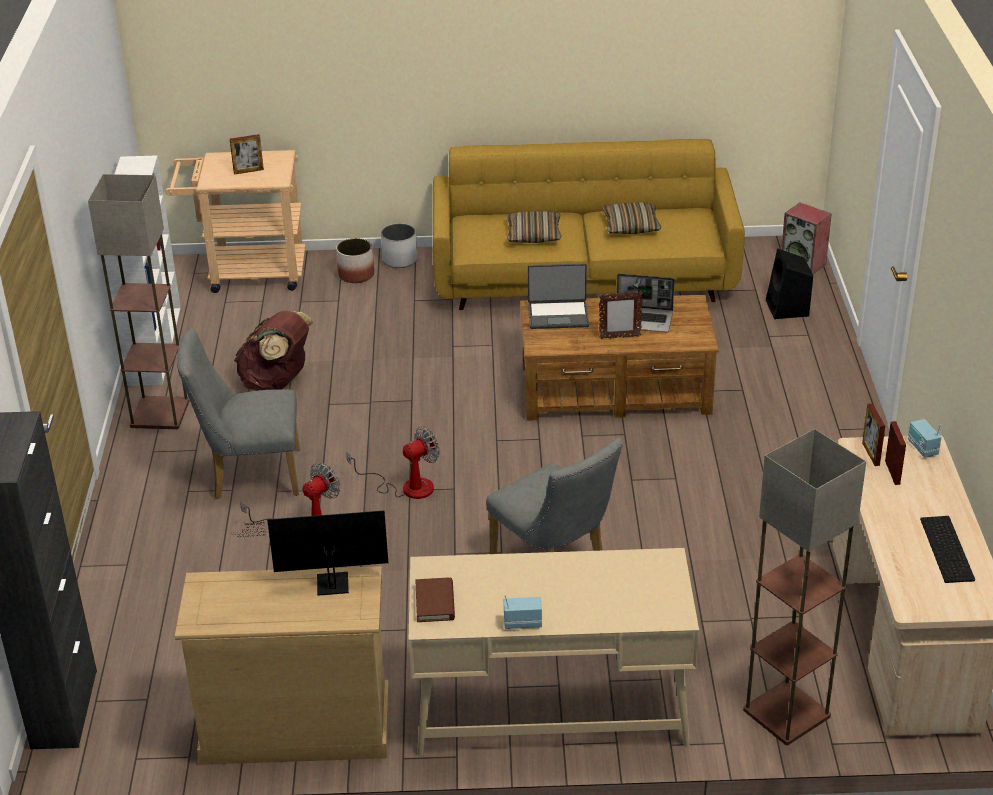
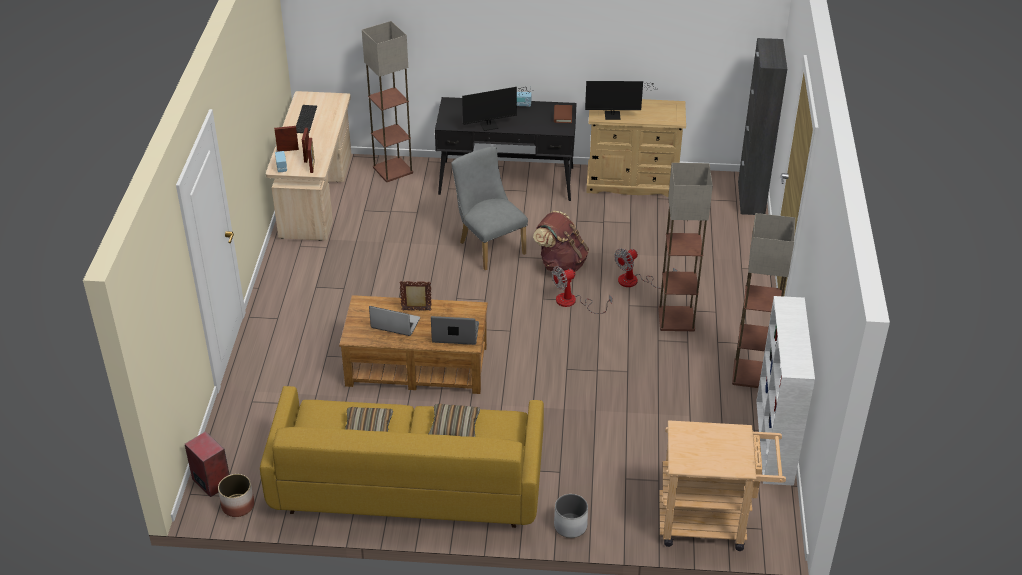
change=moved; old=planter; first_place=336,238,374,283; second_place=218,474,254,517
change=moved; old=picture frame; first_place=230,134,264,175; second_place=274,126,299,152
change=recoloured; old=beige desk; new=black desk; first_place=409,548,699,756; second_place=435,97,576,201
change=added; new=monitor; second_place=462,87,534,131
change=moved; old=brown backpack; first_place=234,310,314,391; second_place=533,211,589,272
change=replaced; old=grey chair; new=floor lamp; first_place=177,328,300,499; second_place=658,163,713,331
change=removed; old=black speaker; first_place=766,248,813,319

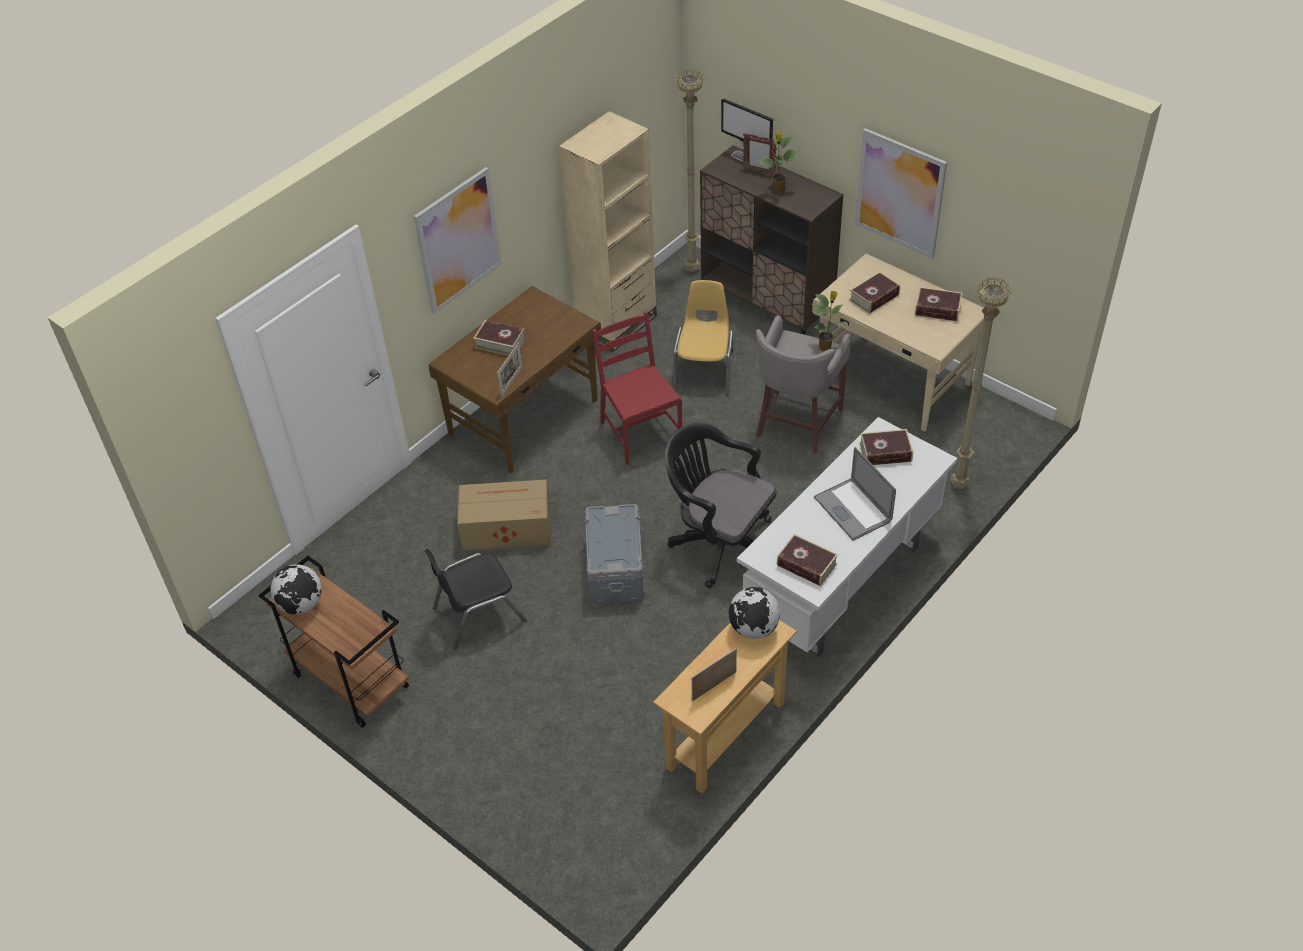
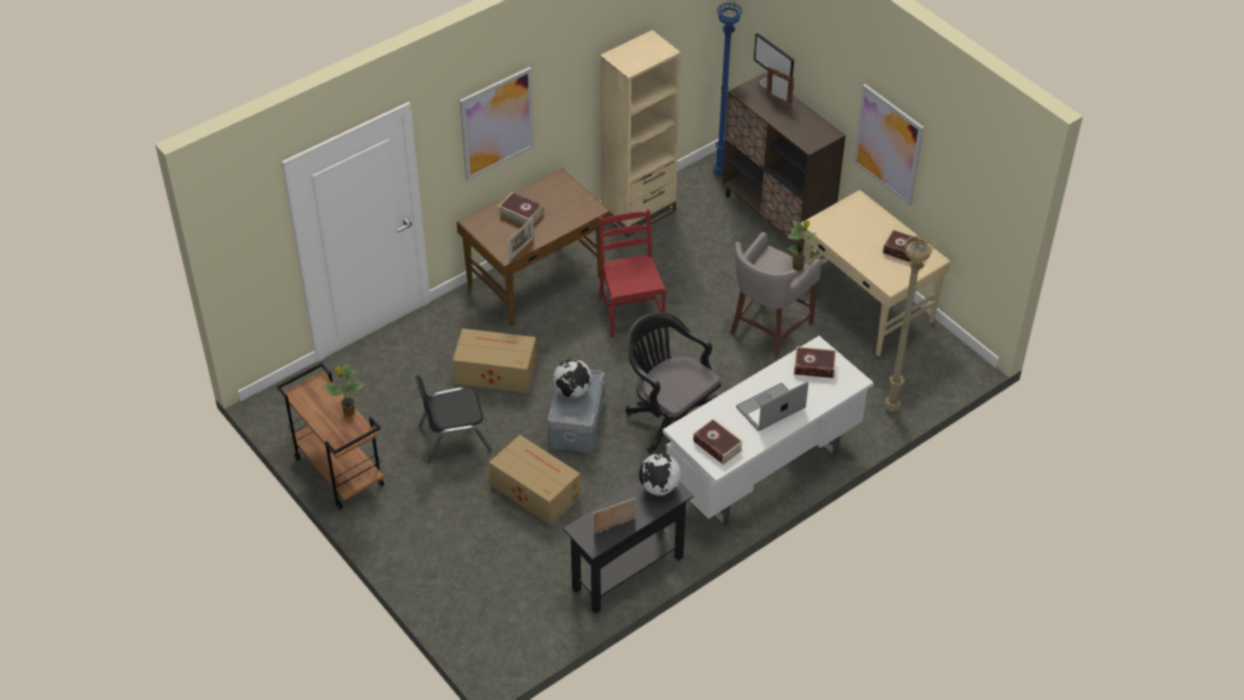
change=moved; old=potted plant; first_place=757,132,801,193; second_place=322,364,364,416
change=added; new=cardboard box; second_place=489,435,581,525
change=moved; old=globe; first_place=270,564,322,615; second_place=553,359,592,398
change=recoloured; old=beige console table; new=black console table; first_place=653,620,797,794; second_place=563,481,694,614
change=recoloured; old=beige floor lamp; new=blue floor lamp; first_place=675,69,704,272; second_place=713,2,742,176
change=turned; old=laptop; first_place=814,447,896,541; second_place=736,381,809,432; degrees=75
change=removed; old=yellow chair; first_place=673,280,733,396
change=removed; old=book; first_place=849,271,900,314

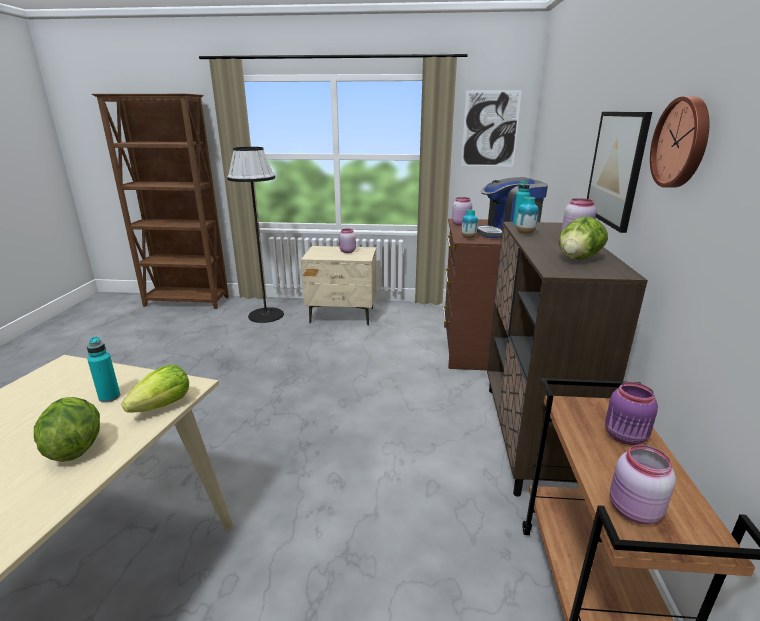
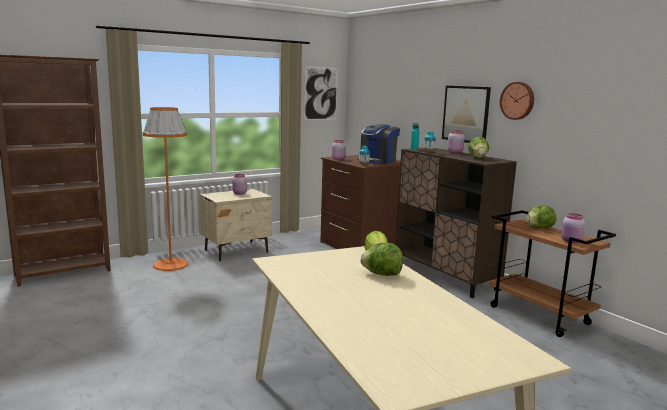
change=recoloured; old=black floor lamp; new=orange floor lamp; first_place=227,147,284,323; second_place=143,107,188,271
change=replaced; old=purple jar; new=lettuce; first_place=605,382,658,445; second_place=525,205,557,228
change=removed; old=turquoise bottle; first_place=87,337,120,403

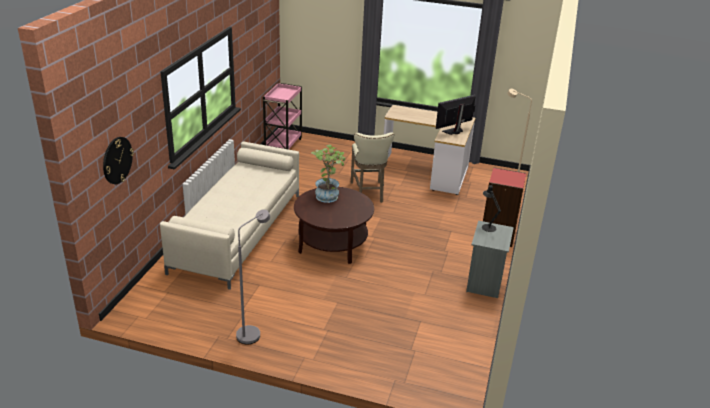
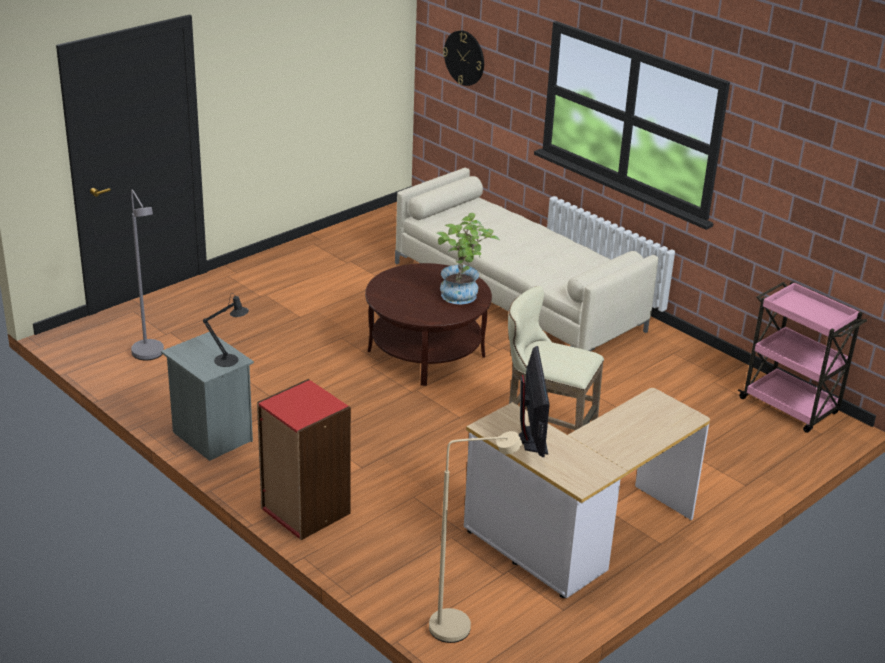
change=moved; old=grey floor lamp; first_place=236,209,270,344; second_place=131,190,164,360

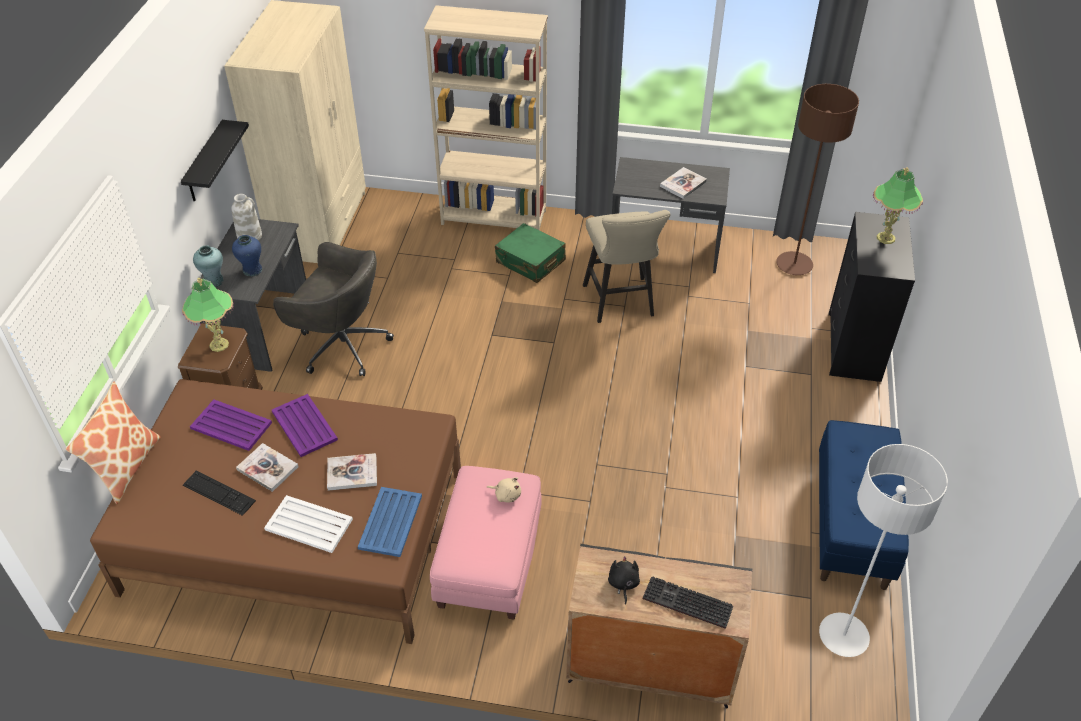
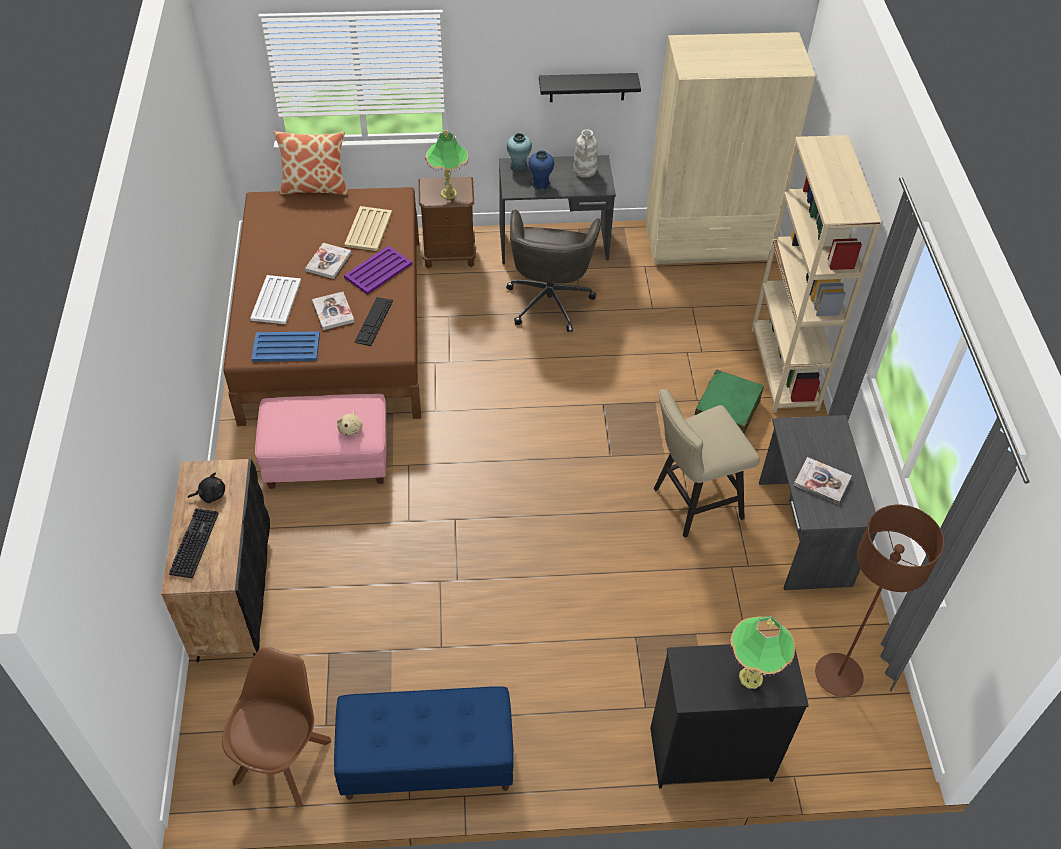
change=replaced; old=white floor lamp; new=brown chair; first_place=819,444,948,657; second_place=222,647,331,808
change=recoloured; old=purple tray; new=beige tray; first_place=190,399,272,451; second_place=344,206,392,251
change=moved; old=keyboard; first_place=183,471,256,516; second_place=354,297,393,346

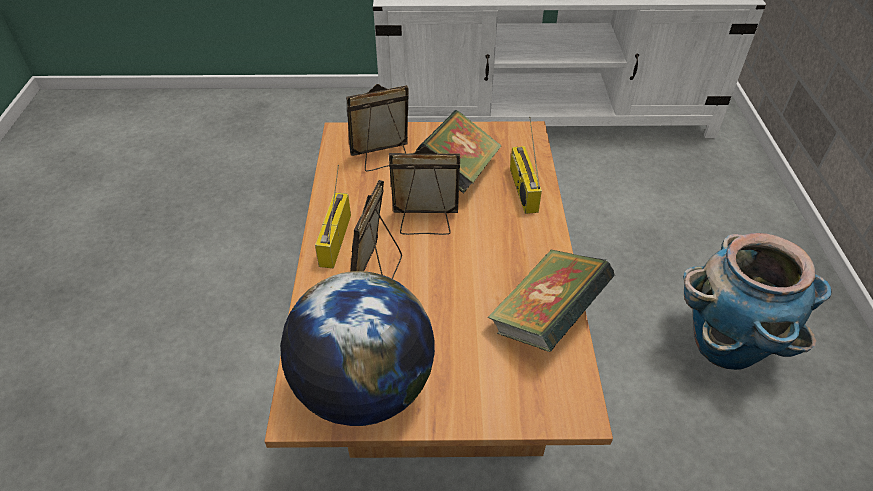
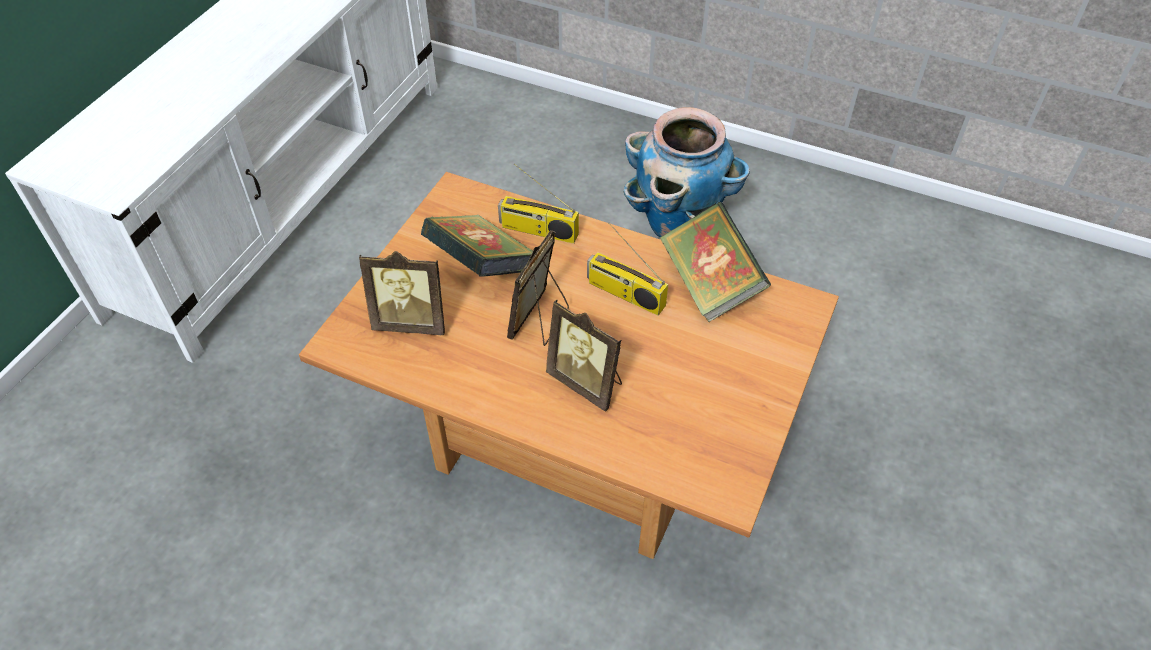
change=turned; old=picture frame; first_place=346,84,409,171; second_place=359,251,445,335; degrees=-90
change=moved; old=radio; first_place=315,165,351,268; second_place=587,223,668,316
change=removed; old=globe; first_place=280,271,435,426

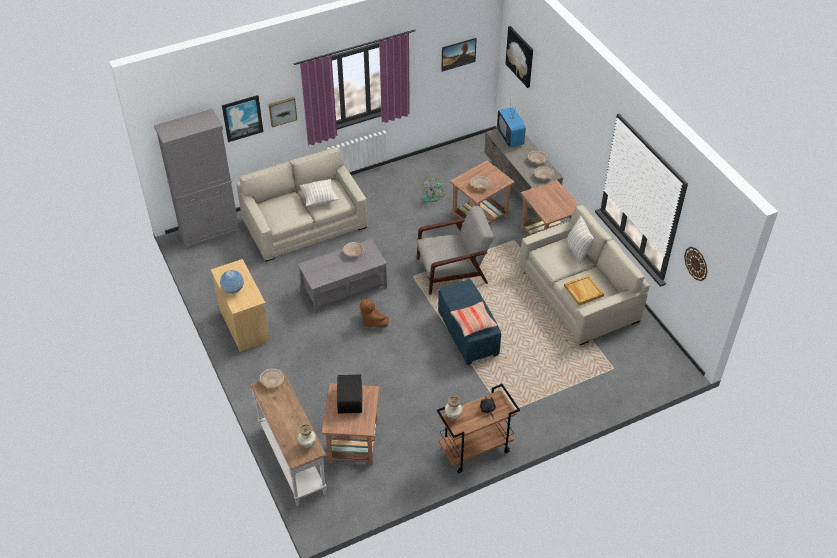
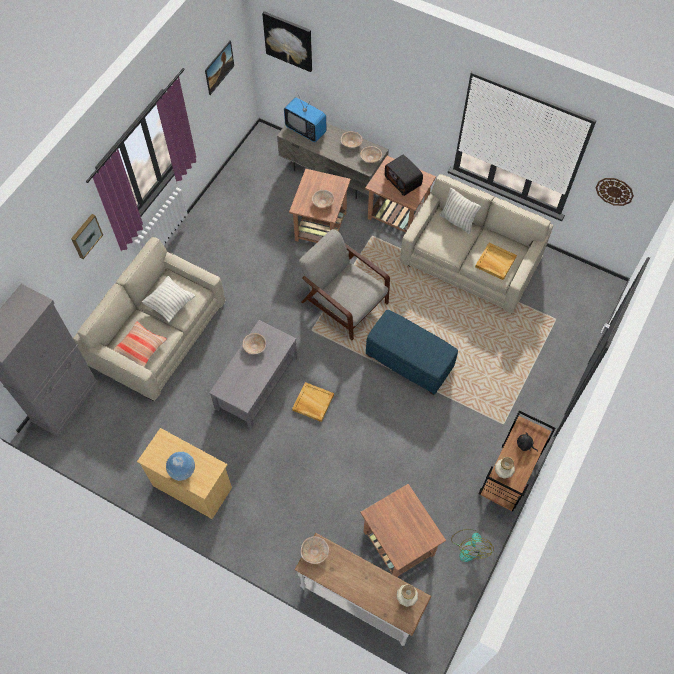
change=moved; old=pillow; first_place=450,301,498,337; second_place=113,321,167,367
change=replaced; old=brown plush toy; new=beige tray; first_place=360,298,389,327; second_place=292,382,334,422
change=turned; old=grey armchair; first_place=417,206,494,295; second_place=299,229,390,341; degrees=-90
change=moved; old=radio; first_place=337,375,362,414; second_place=385,155,423,196
change=moved; old=fan; first_place=422,176,445,202; second_place=451,529,494,562
change=removed; old=picture; first_place=222,95,263,142

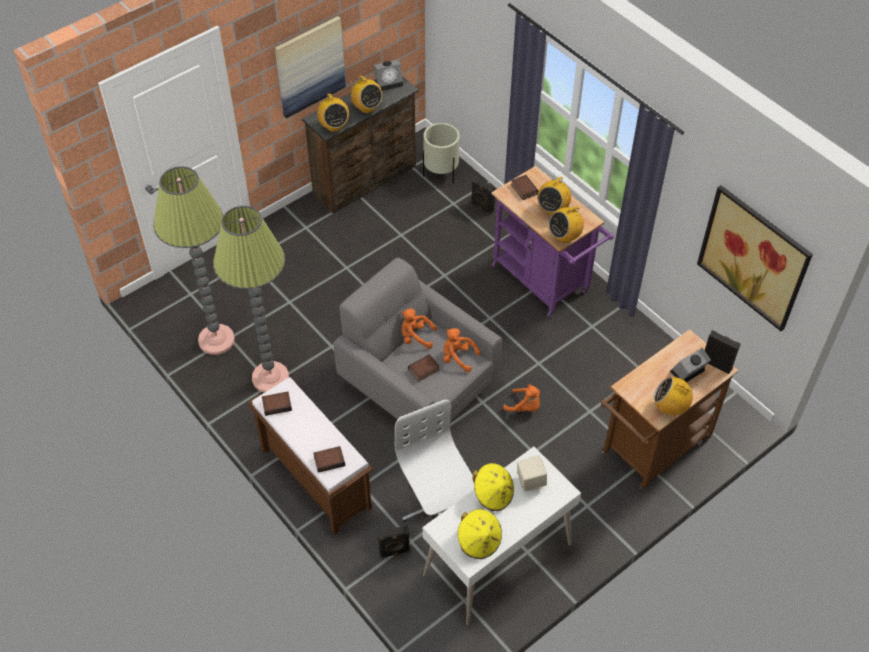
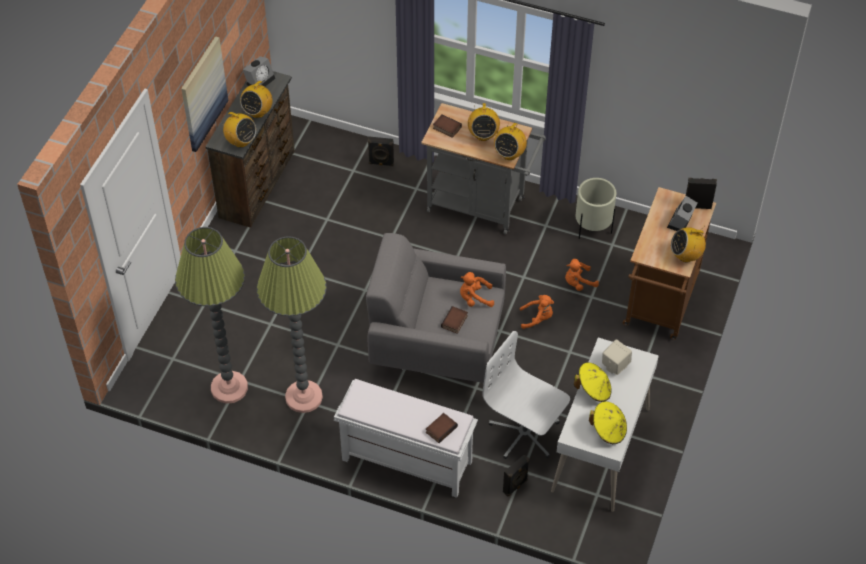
change=turned; old=radio; first_place=350,76,382,113; second_place=240,81,272,118; degrees=90
change=recoloured; old=brown bench; new=white bench; first_place=248,377,373,535; second_place=334,379,478,498
change=recoloured; old=purple cart; new=grey cart; first_place=491,166,614,318; second_place=421,103,546,234
change=moved; old=orange plush toy; first_place=401,308,437,349; second_place=565,259,599,291
change=moved; old=beige planter; first_place=423,123,460,184; second_place=576,178,616,239
change=removed; old=book; first_place=262,392,292,416
change=removed; old=picture; first_place=697,185,813,331

